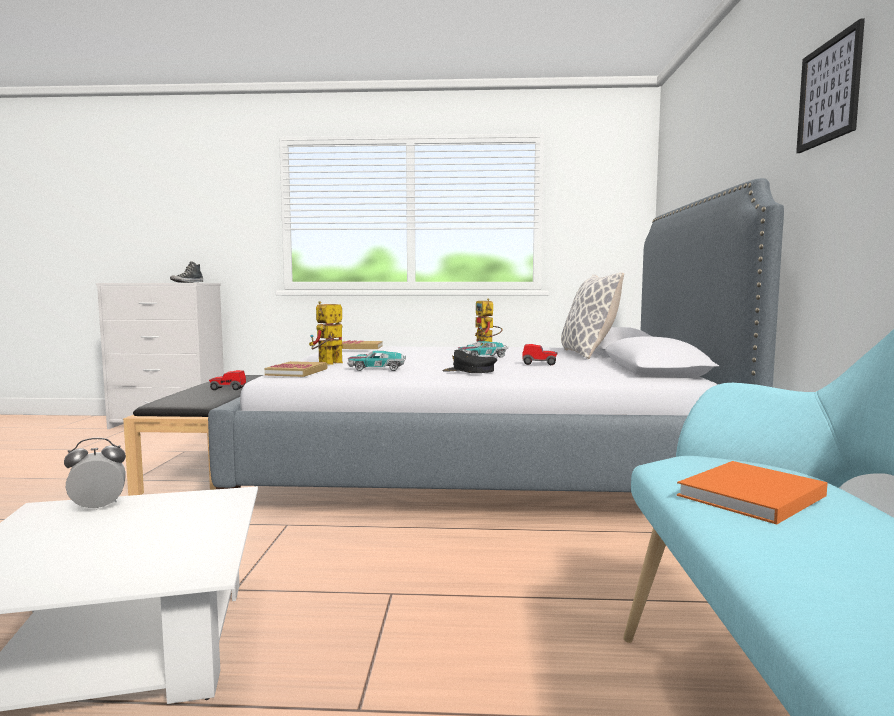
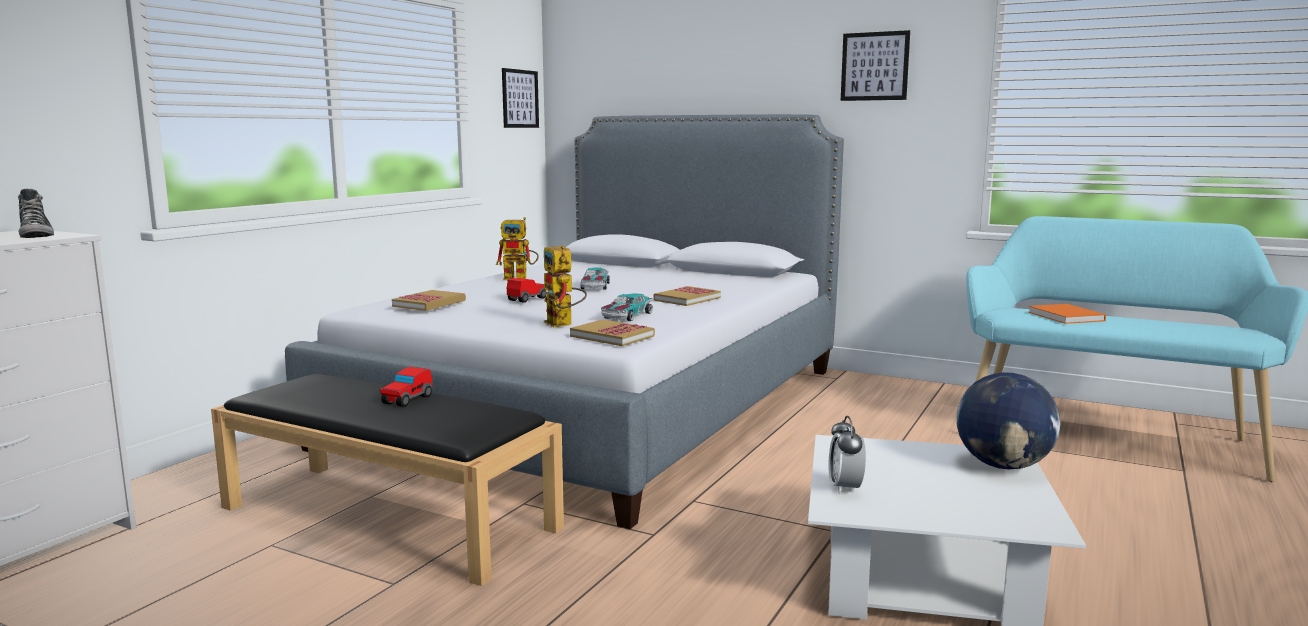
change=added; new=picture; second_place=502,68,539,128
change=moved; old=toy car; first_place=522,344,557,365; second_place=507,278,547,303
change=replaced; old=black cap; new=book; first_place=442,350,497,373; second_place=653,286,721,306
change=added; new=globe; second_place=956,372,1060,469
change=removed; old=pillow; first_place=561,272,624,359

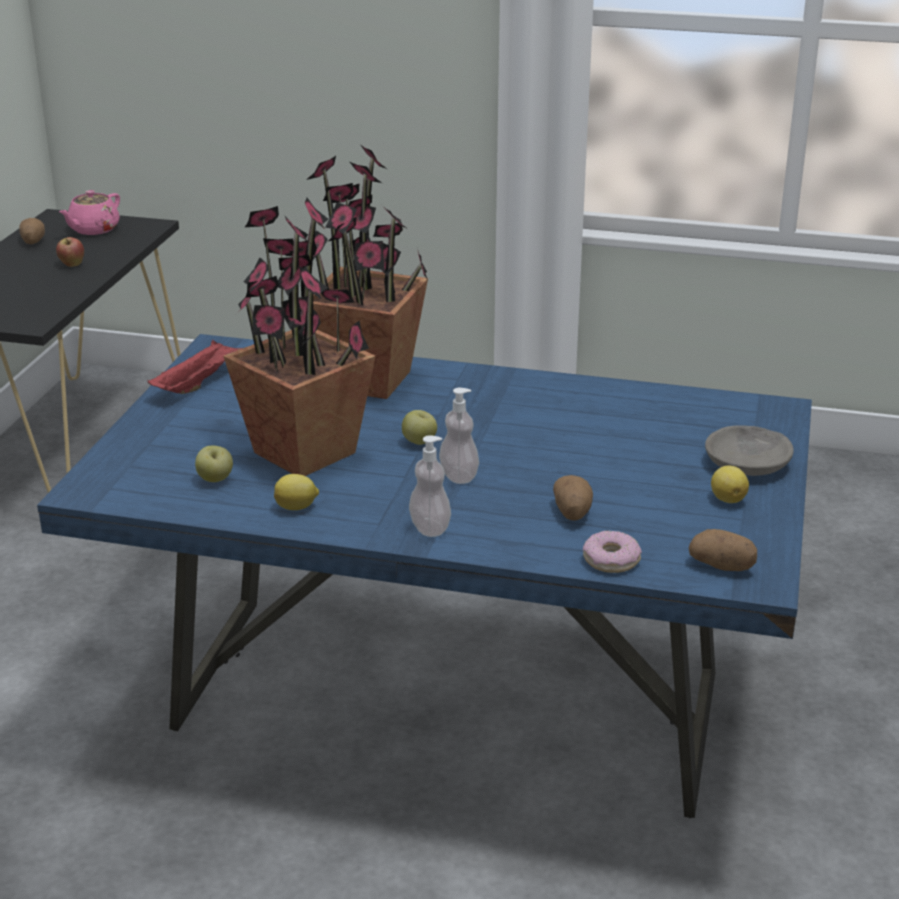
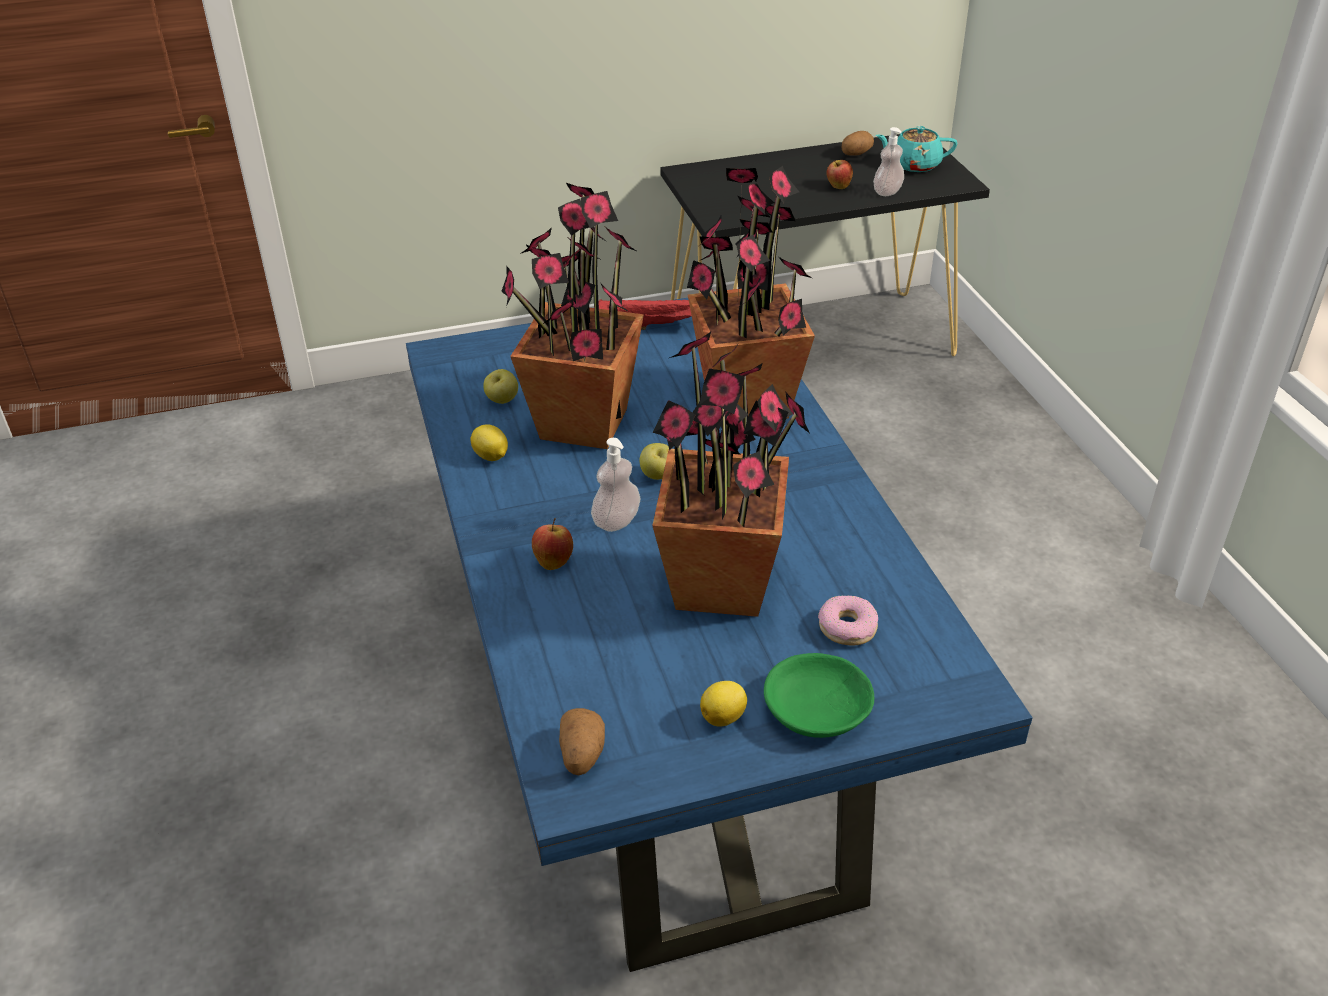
change=added; new=apple; second_place=532,518,573,570
change=added; new=potted plant; second_place=652,332,810,617
change=recoloured; old=grey bowl; new=green bowl; first_place=705,425,794,476; second_place=764,653,874,738
change=moved; old=donut; first_place=583,530,642,573; second_place=818,596,878,645
change=moved; old=soap dispenser; first_place=409,435,451,537; second_place=873,127,904,196
change=recoloured; old=pink teapot; new=turquoise teapot; first_place=59,190,120,235; second_place=875,126,958,172
change=removed; old=potato; first_place=553,475,593,521

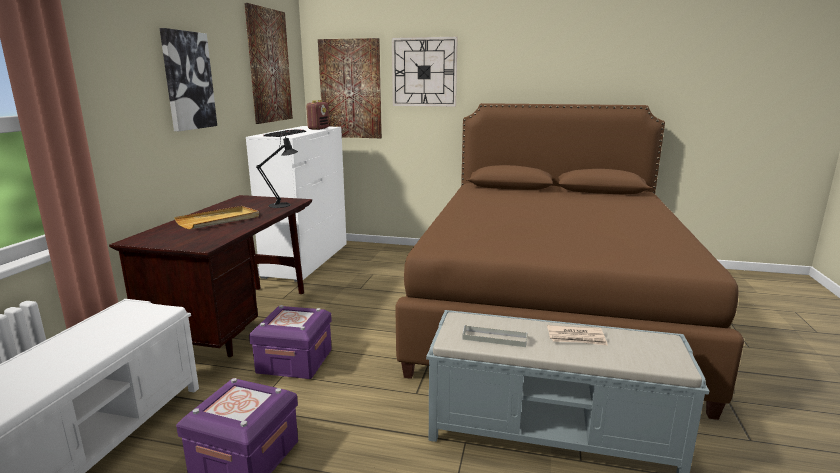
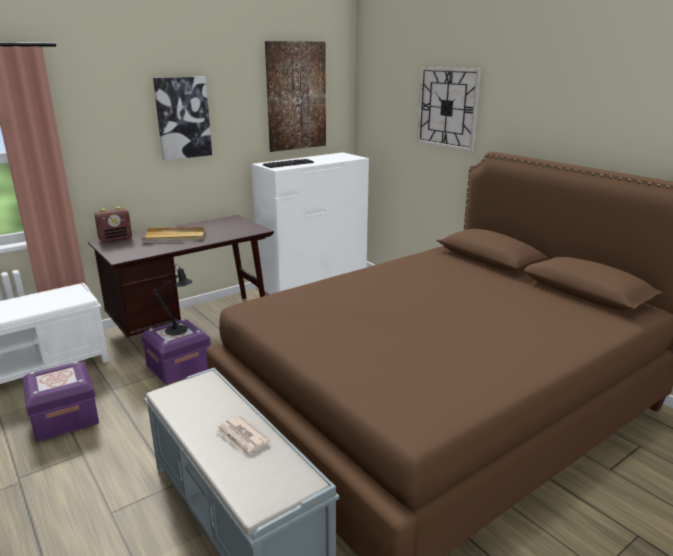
change=moved; old=radio; first_place=306,100,329,130; second_place=95,207,132,243
change=moved; old=black table lamp; first_place=256,134,298,208; second_place=153,264,193,335
change=removed; old=picture; first_place=318,38,382,138
change=removed; old=grey tray; first_place=462,325,527,347

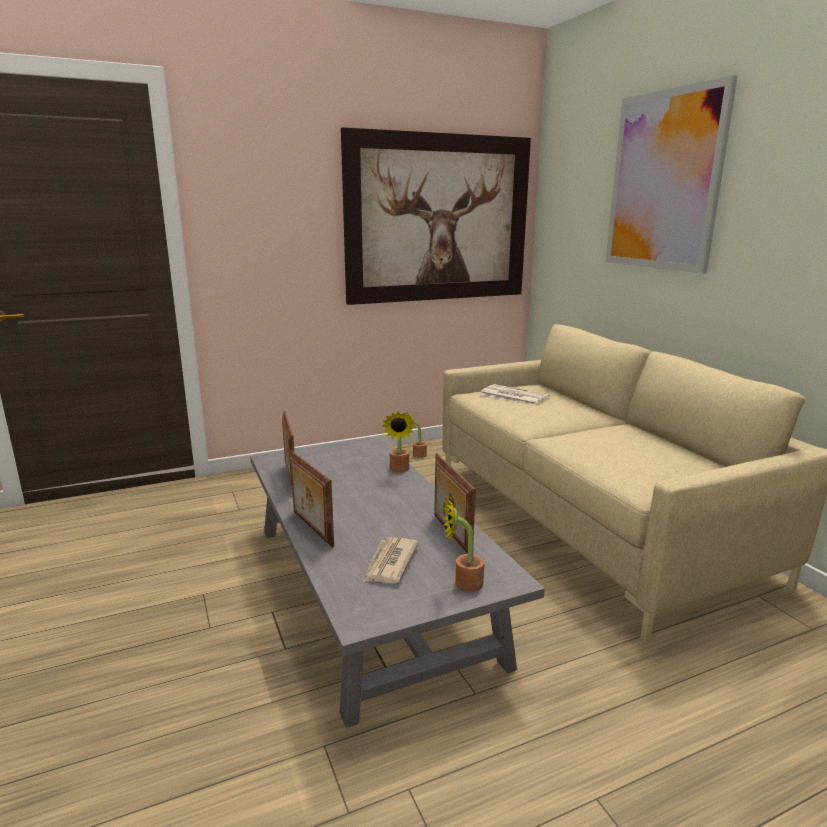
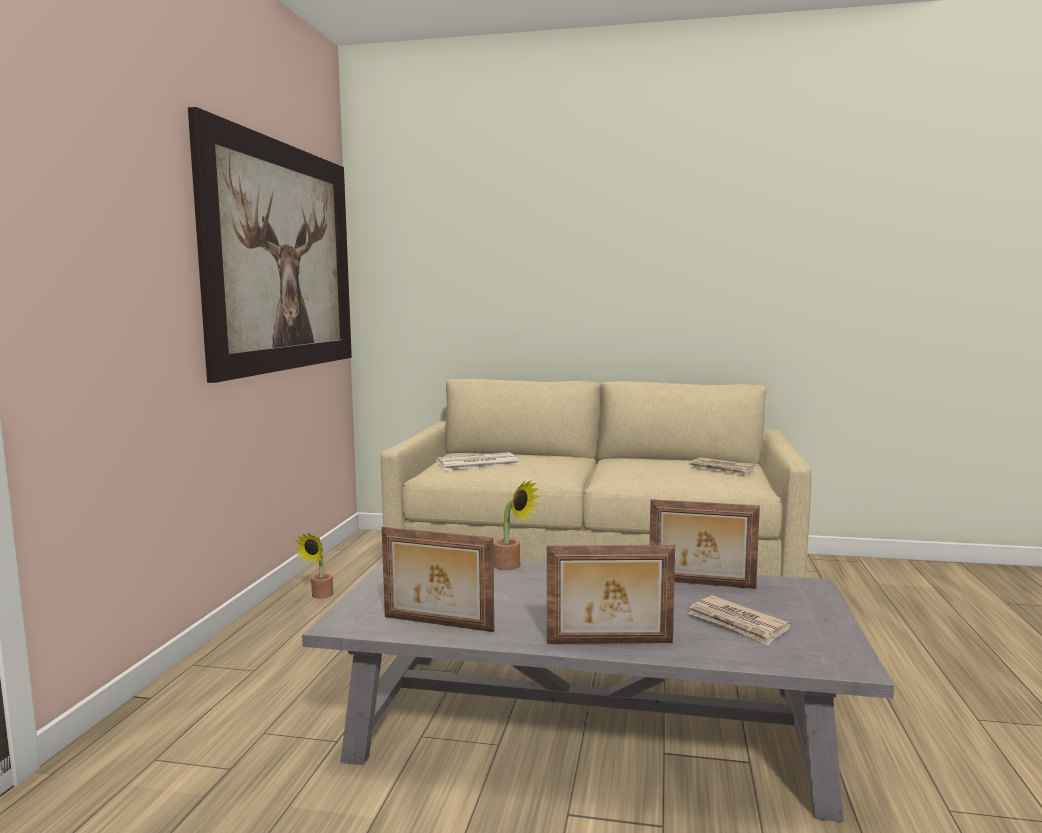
change=added; new=newspaper; second_place=689,457,755,476
change=removed; old=potted plant; first_place=443,497,484,592
change=removed; old=picture; first_place=605,75,738,274

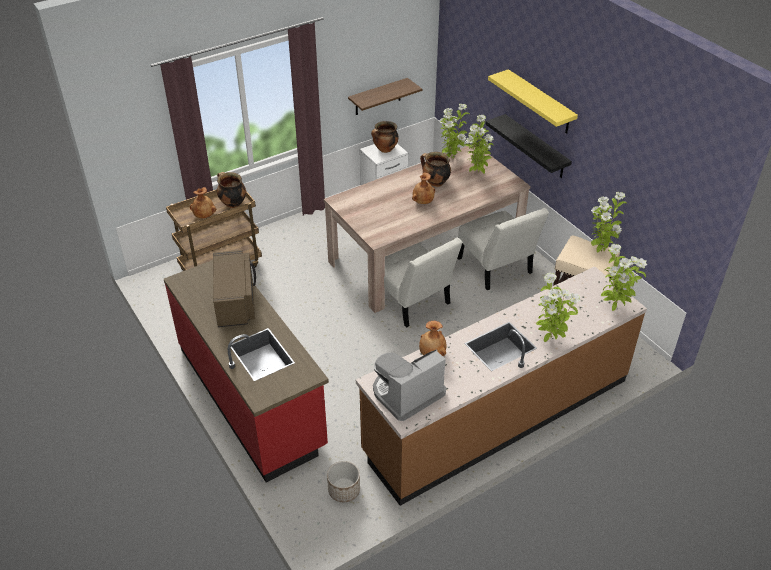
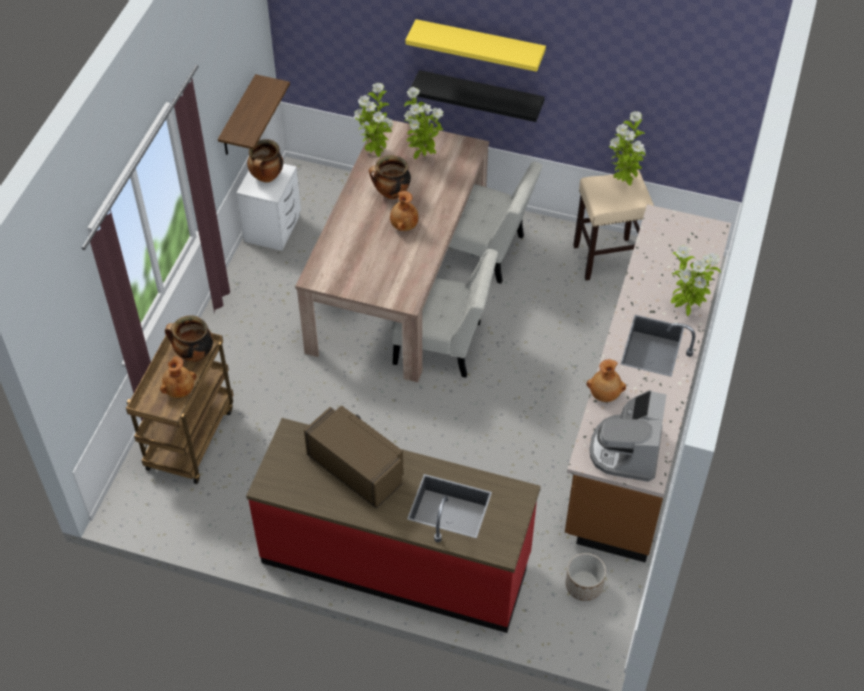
change=removed; old=potted plant; first_place=601,244,647,311

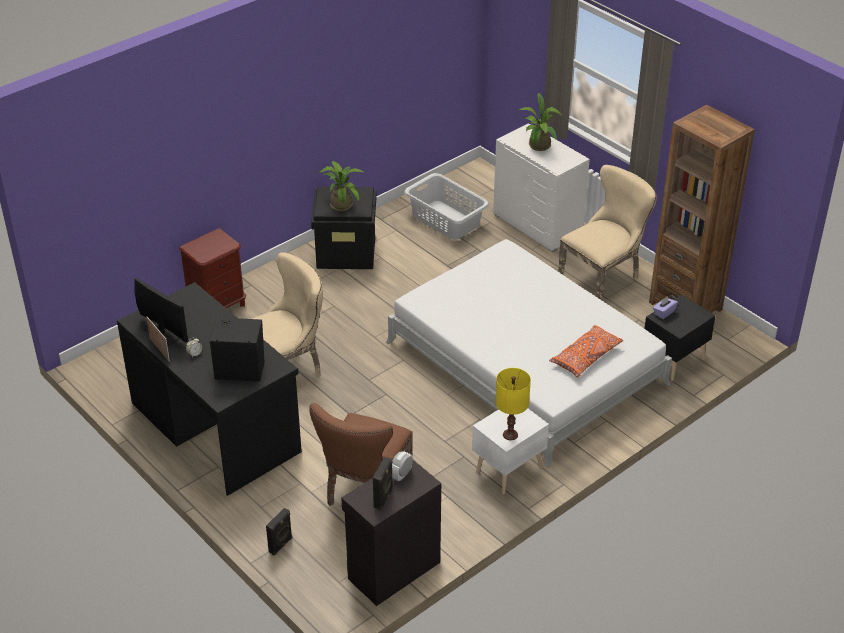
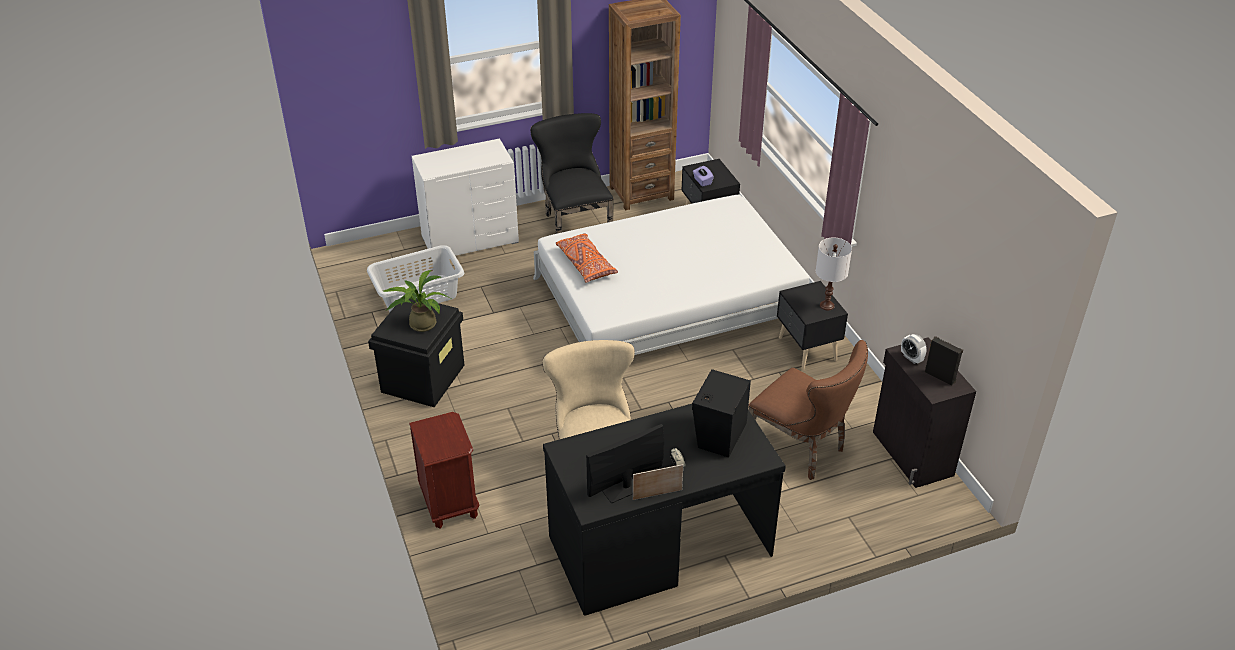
change=recoloured; old=beige chair; new=black chair; first_place=558,165,657,300; second_place=531,113,613,234
change=moved; old=orange pillow; first_place=549,325,623,377; second_place=556,233,618,283
change=recoloured; old=white nightstand; new=black nightstand; first_place=472,408,549,494; second_place=777,281,848,370
change=recoloured; old=yellow table lamp; new=white table lamp; first_place=495,368,531,440; second_place=816,237,852,310
change=removed; old=black speaker; first_place=266,508,292,556
change=removed; old=potted plant; first_place=519,93,562,151

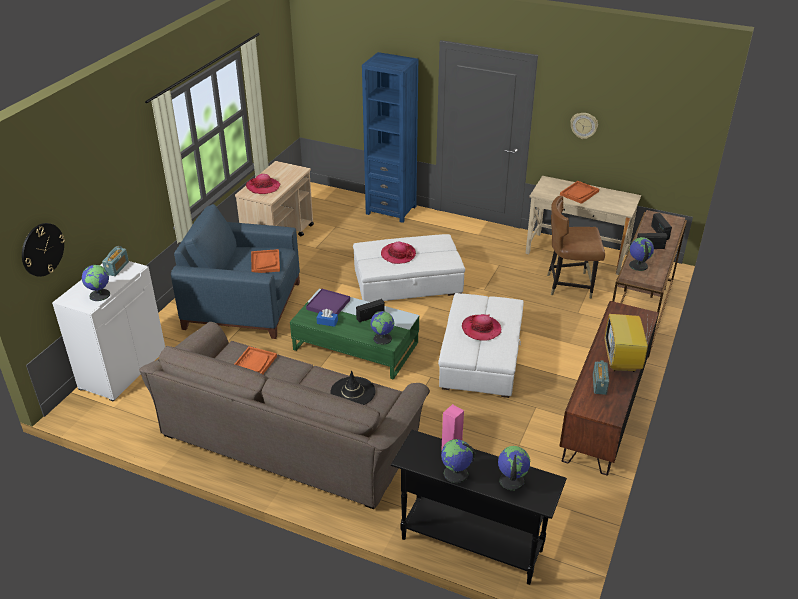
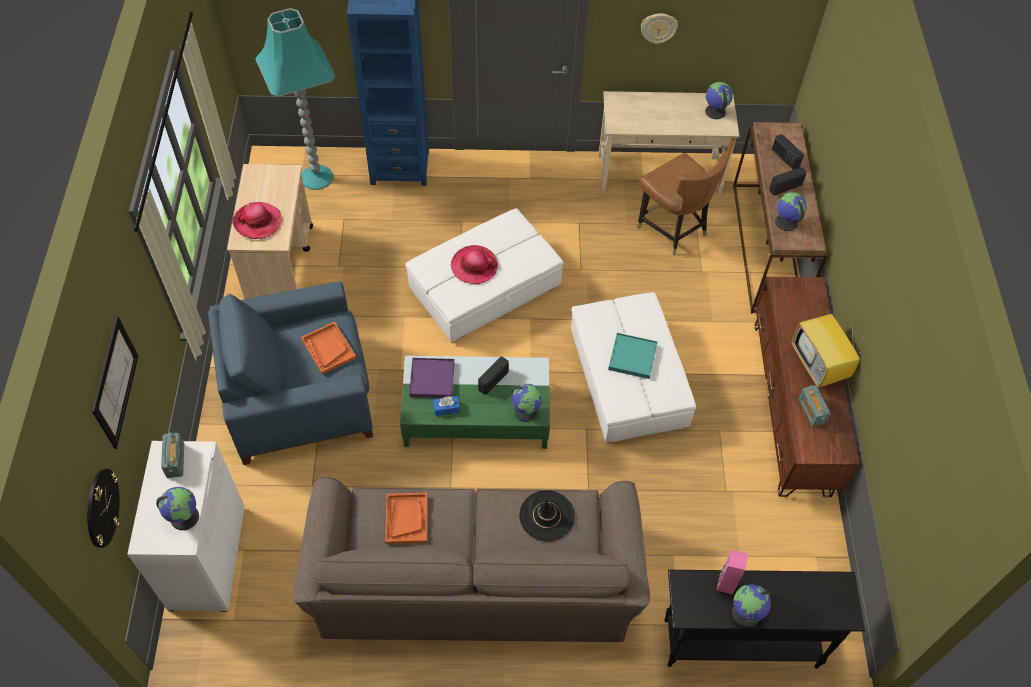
change=added; new=picture; second_place=92,316,138,449
change=added; new=turquoise floor lamp; second_place=255,8,335,190
change=replaced; old=hat; new=turquoise tray; first_place=462,314,501,341; second_place=608,333,658,379
change=turned; old=brown chair; first_place=547,196,605,299; second_place=637,151,729,256; degrees=-105
change=moved; old=globe; first_place=498,446,530,490; second_place=705,82,733,119
change=removed; old=orange tray; first_place=560,181,599,204

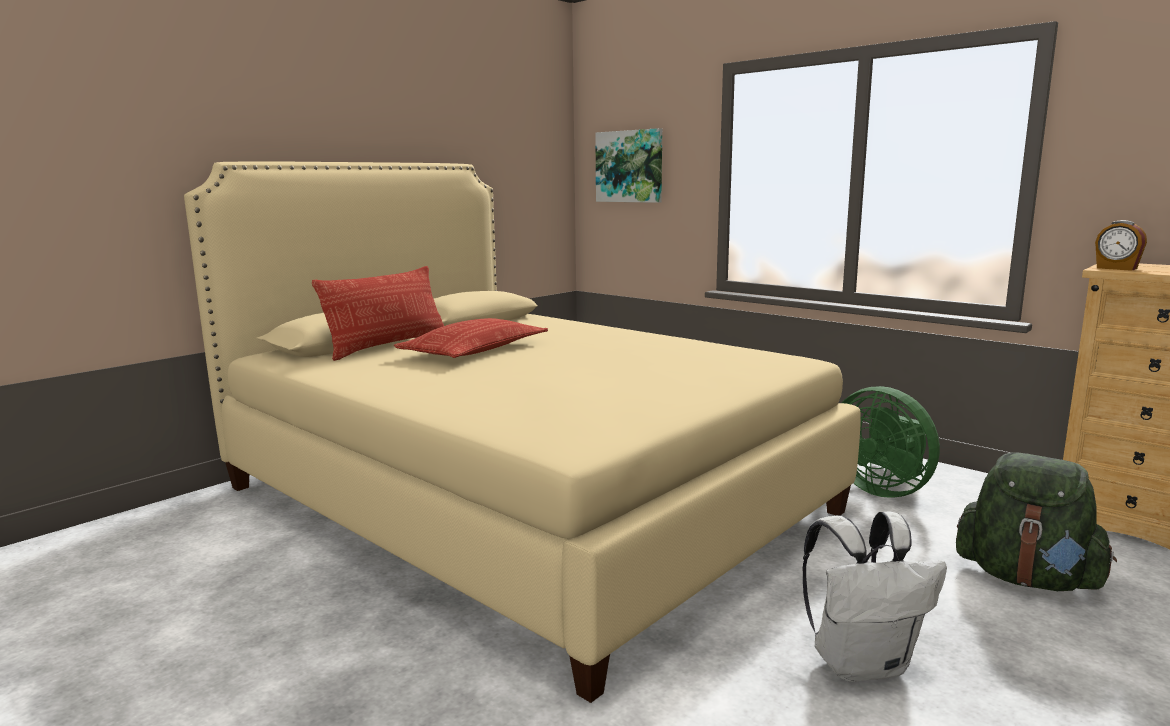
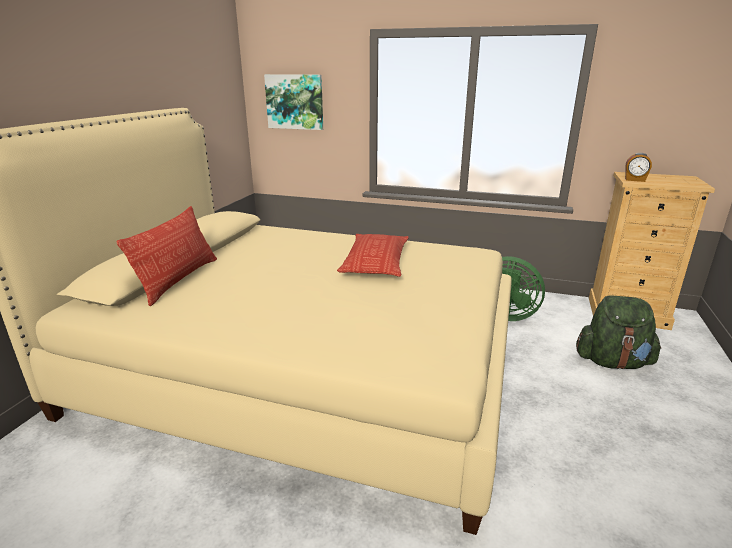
change=moved; old=pillow; first_place=394,318,548,358; second_place=337,234,408,277
change=removed; old=white backpack; first_place=802,512,947,682

